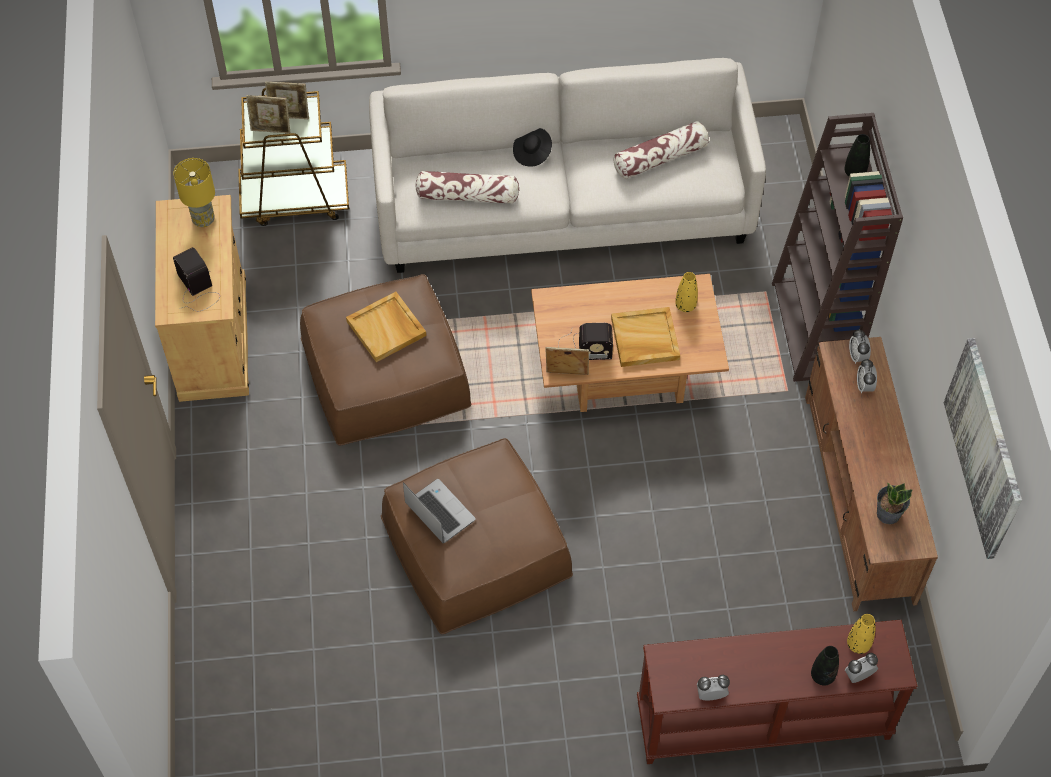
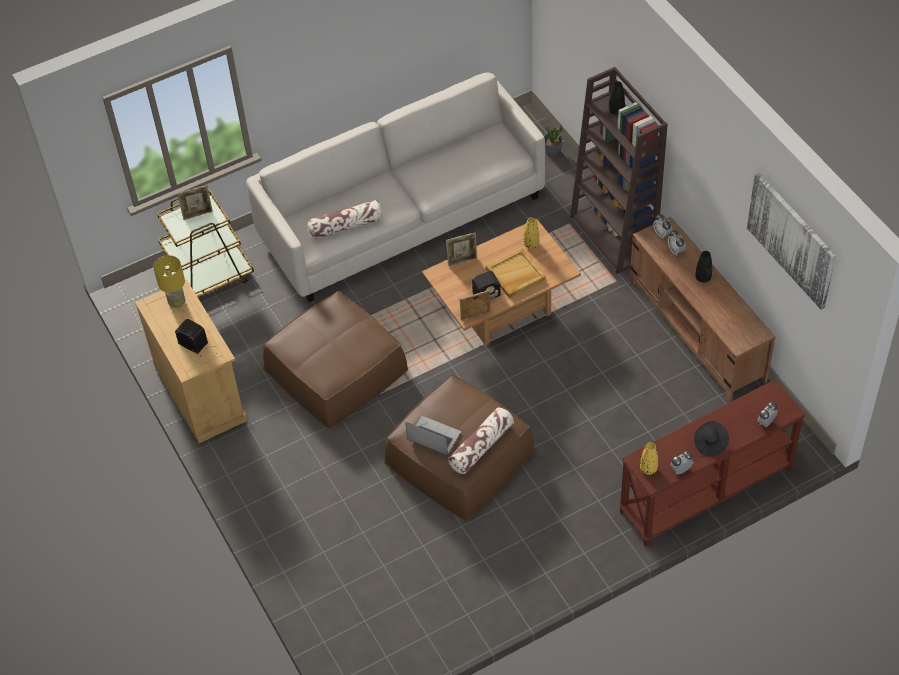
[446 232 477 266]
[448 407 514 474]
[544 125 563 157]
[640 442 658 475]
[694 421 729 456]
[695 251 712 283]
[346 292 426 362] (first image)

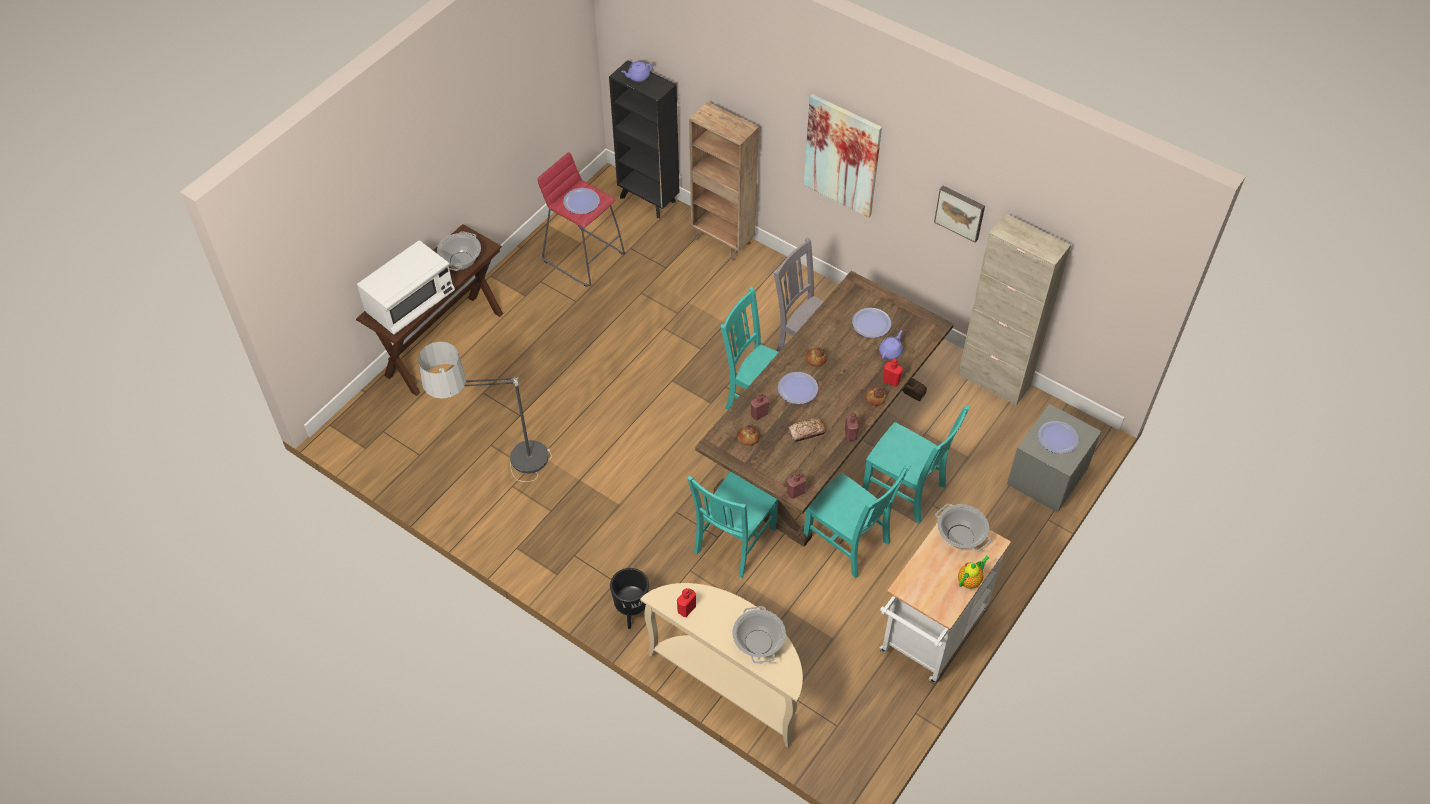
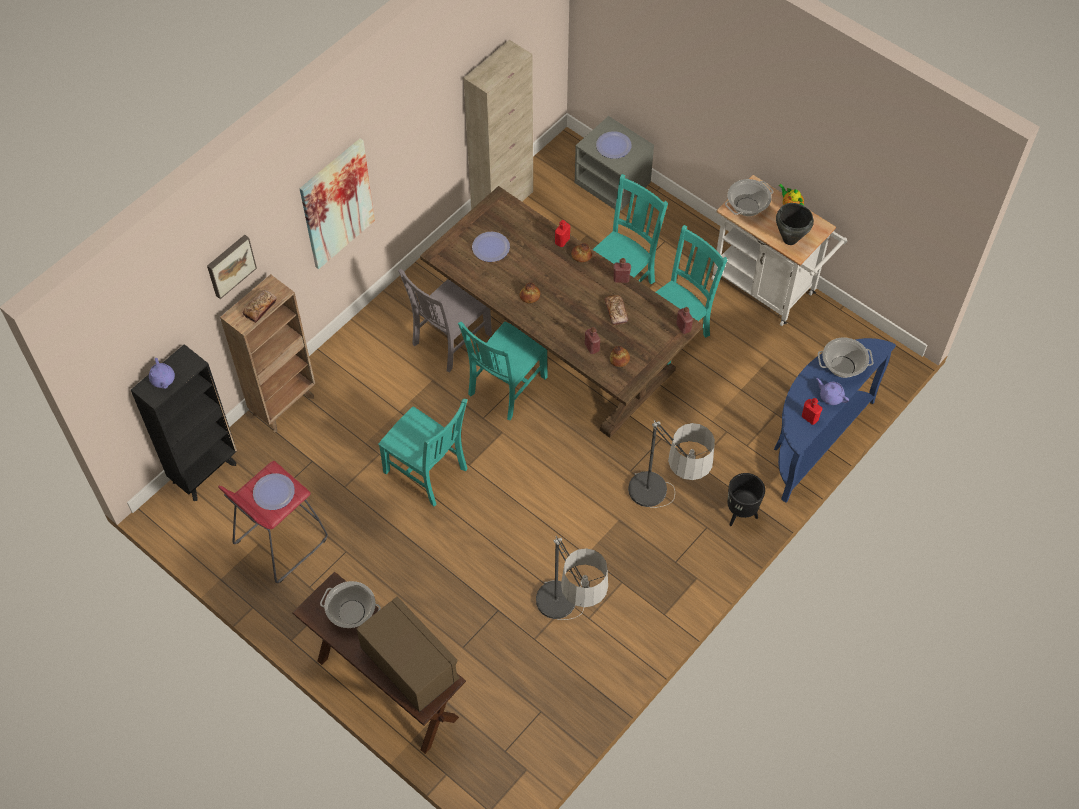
[207 235 257 299]
[243 290 277 323]
[356 596 460 712]
[378 399 468 507]
[628 420 715 508]
[774 338 896 502]
[776 203 814 245]
[816 378 849 405]
[778 372 818 404] (first image)

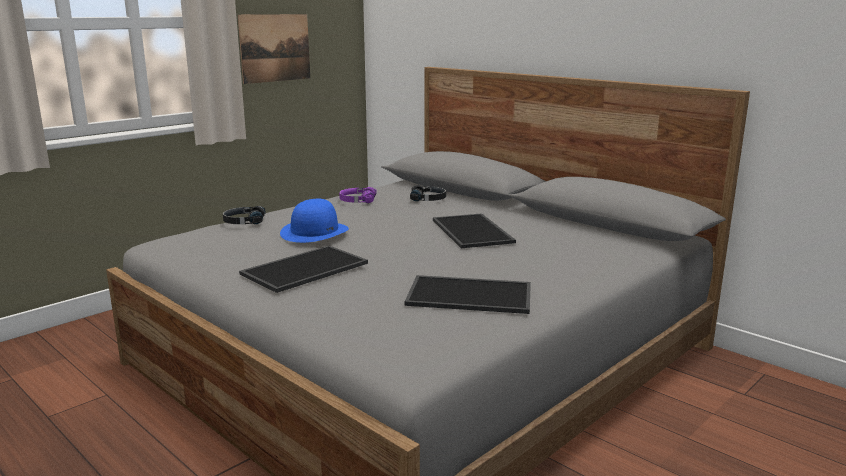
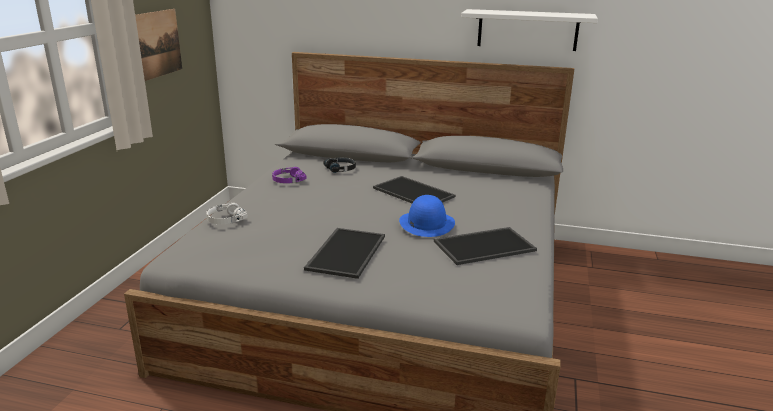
[206 203 248 224]
[399 195 455 237]
[461 9 598 51]

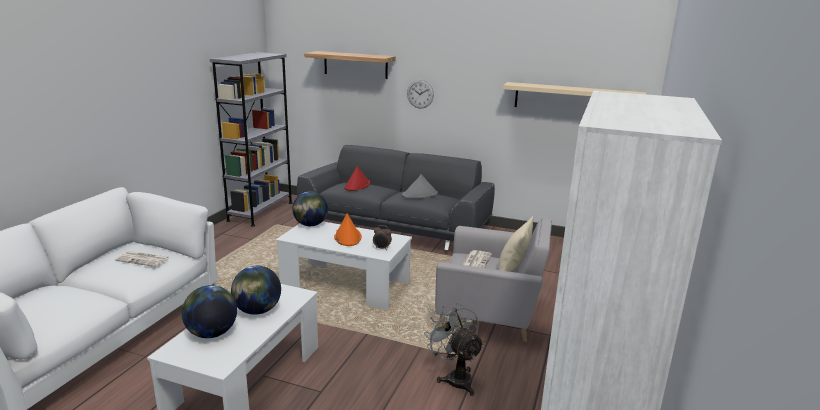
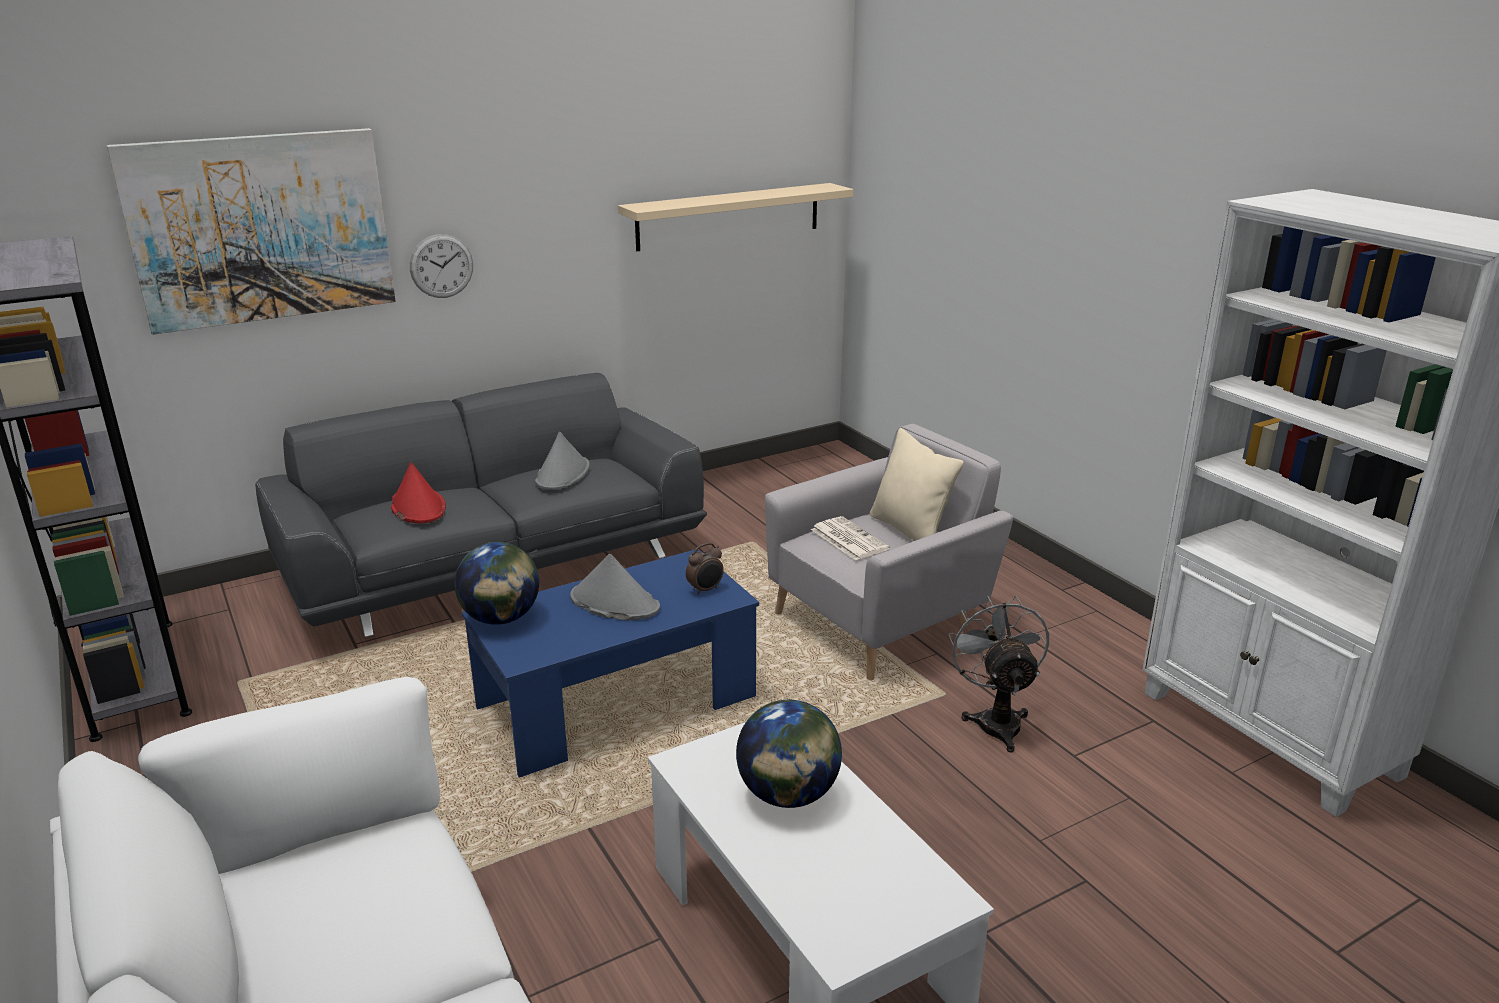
[107 128 396 335]
[462 550 759 778]
[570 553 660 620]
[948 596 1049 753]
[115 251 169 267] (first image)
[182 285 237 338] (first image)

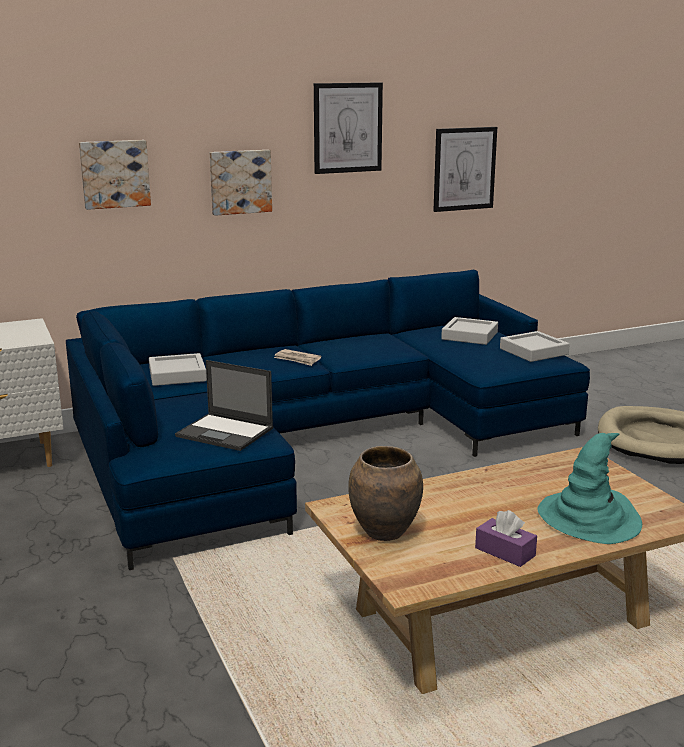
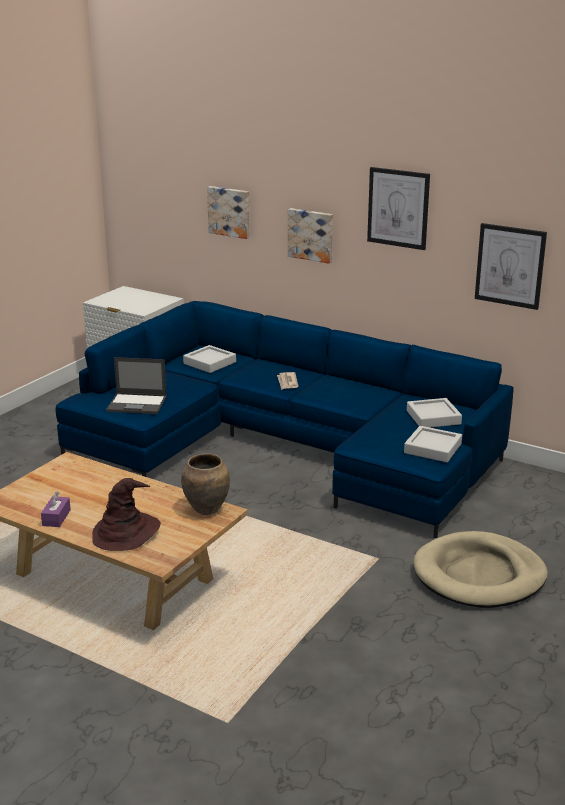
[92 478 161 551]
[106 357 167 414]
[181 453 230 515]

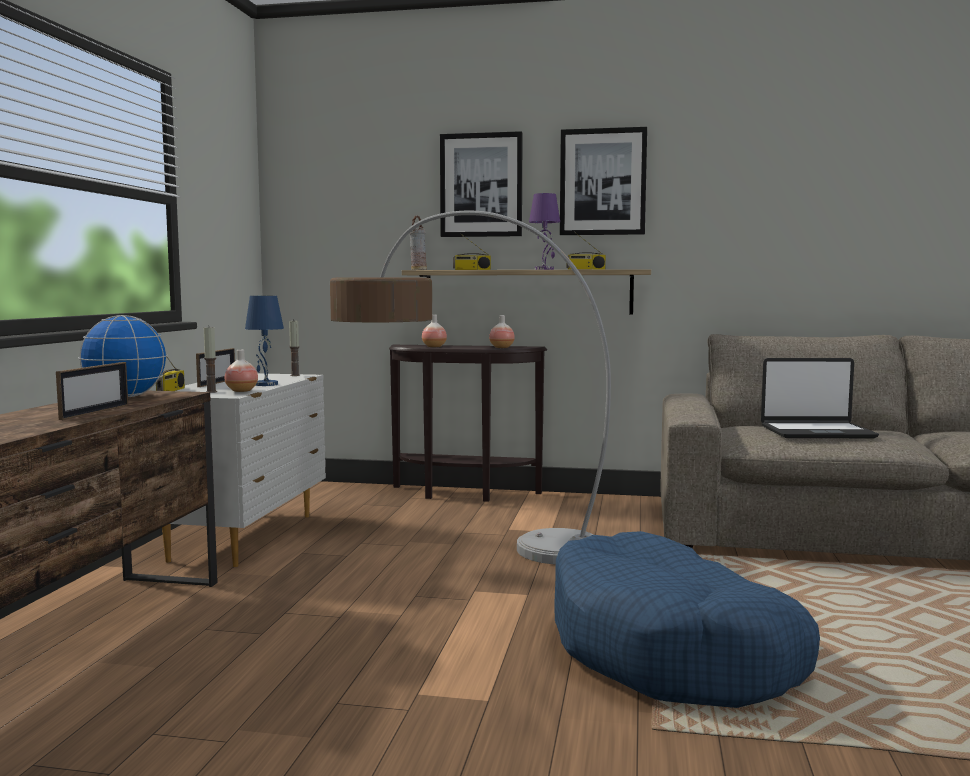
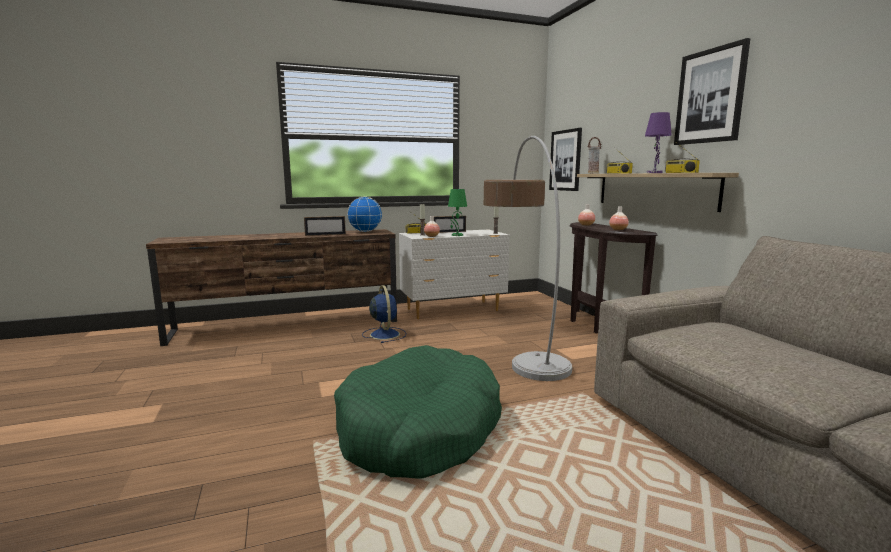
[334 345 502 479]
[362 285 406 343]
[448 189 467 236]
[549 128 582 191]
[761 358 879 438] (first image)

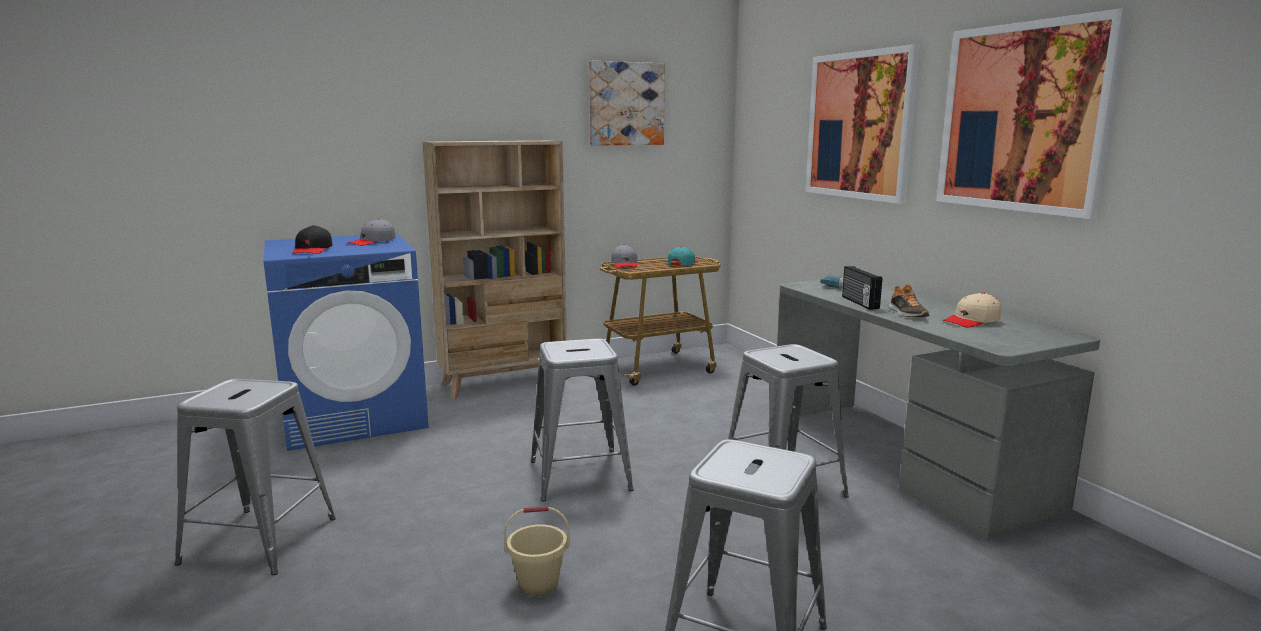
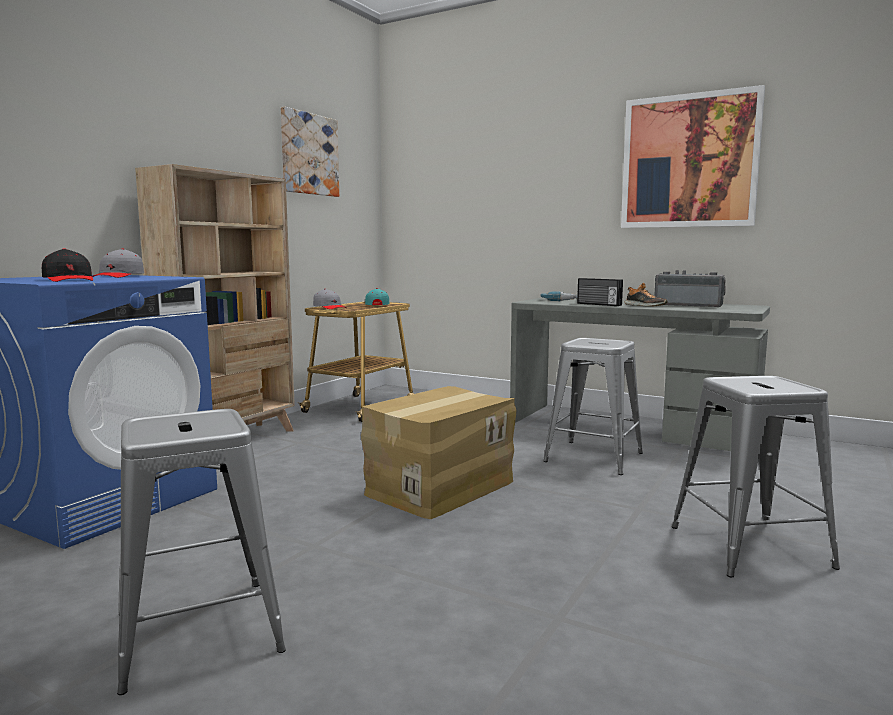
[361 386 516 519]
[654 270 726 307]
[503 506 570 596] (first image)
[805 44 920 204] (first image)

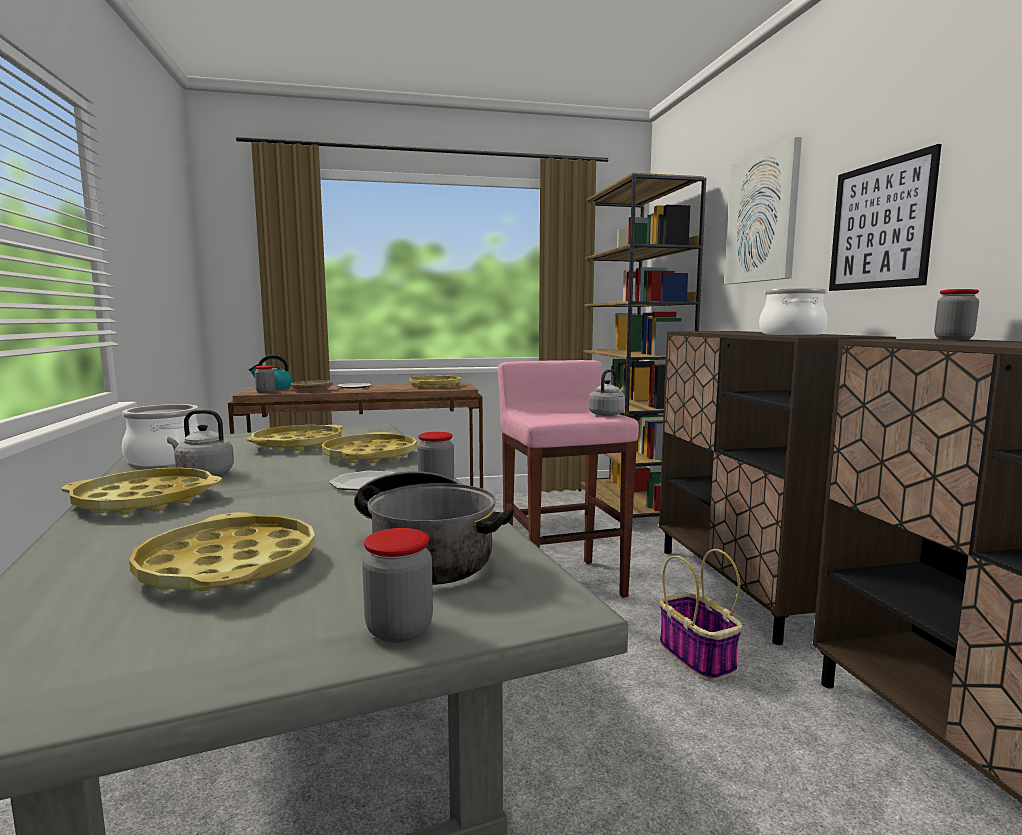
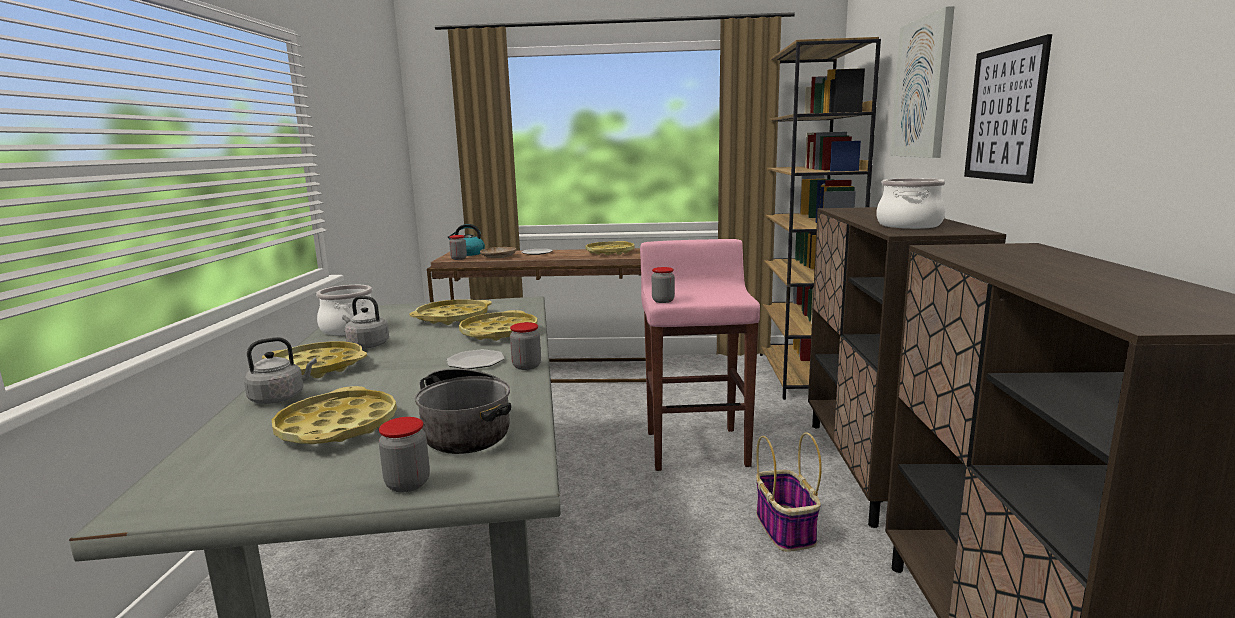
[244 337 317 404]
[652 267 675 303]

